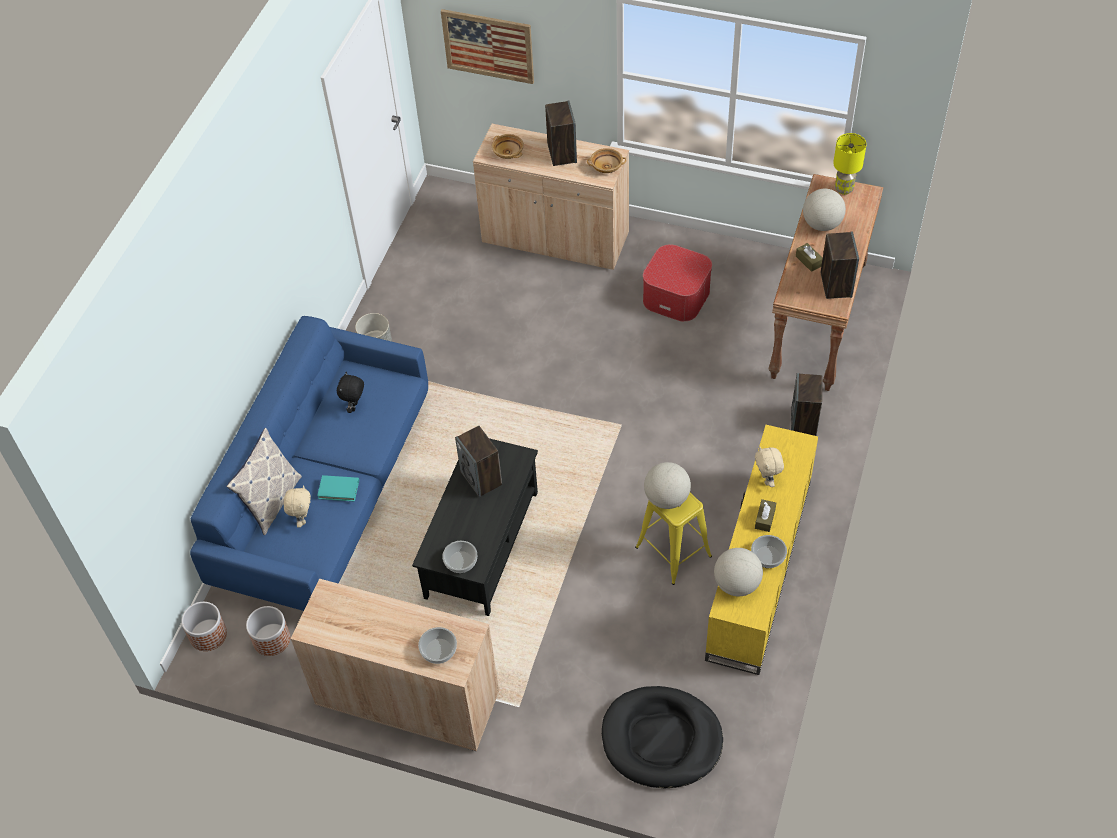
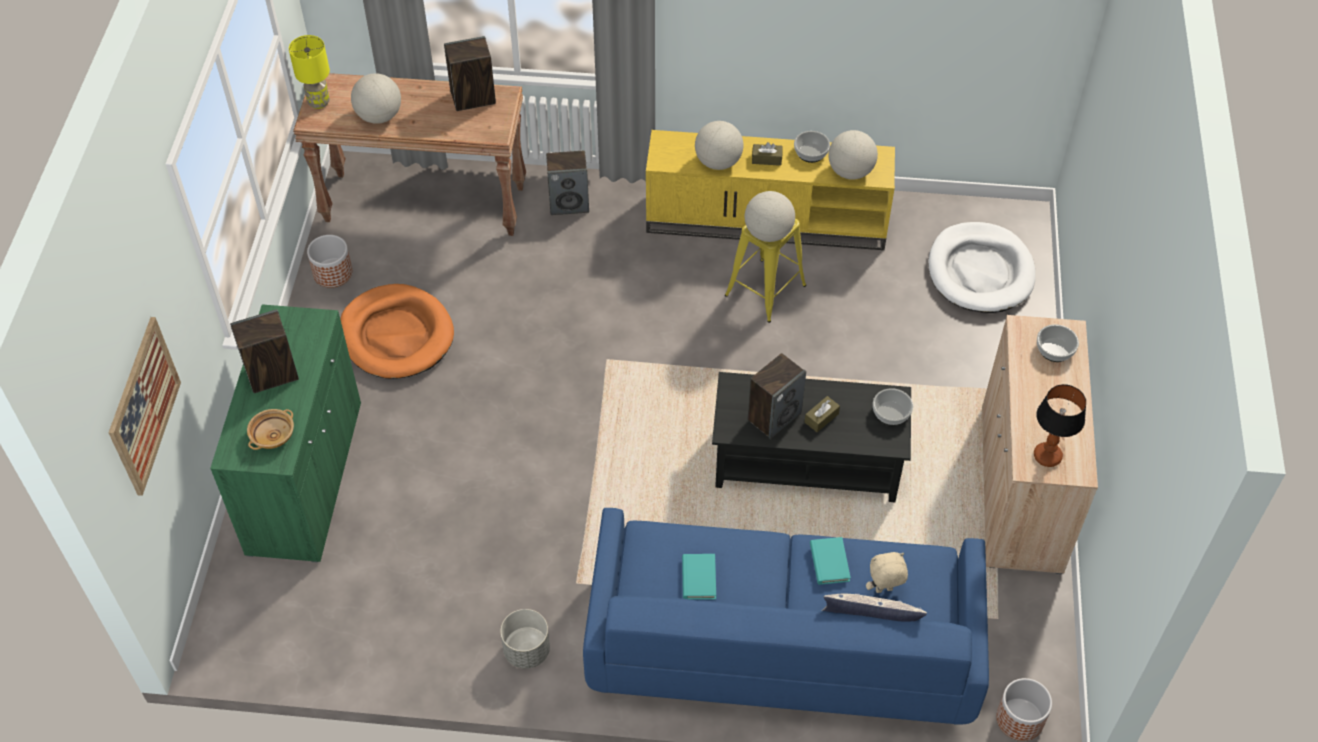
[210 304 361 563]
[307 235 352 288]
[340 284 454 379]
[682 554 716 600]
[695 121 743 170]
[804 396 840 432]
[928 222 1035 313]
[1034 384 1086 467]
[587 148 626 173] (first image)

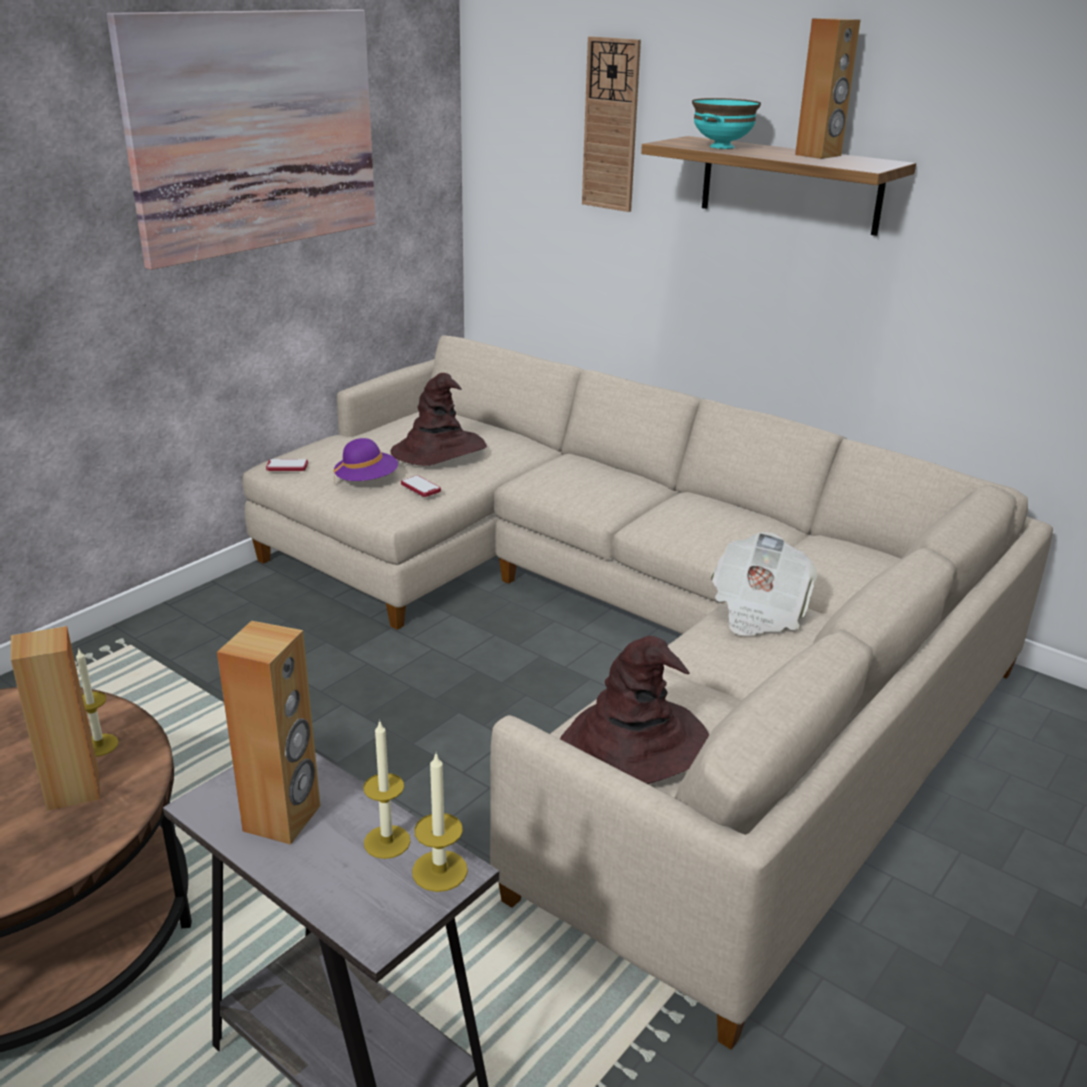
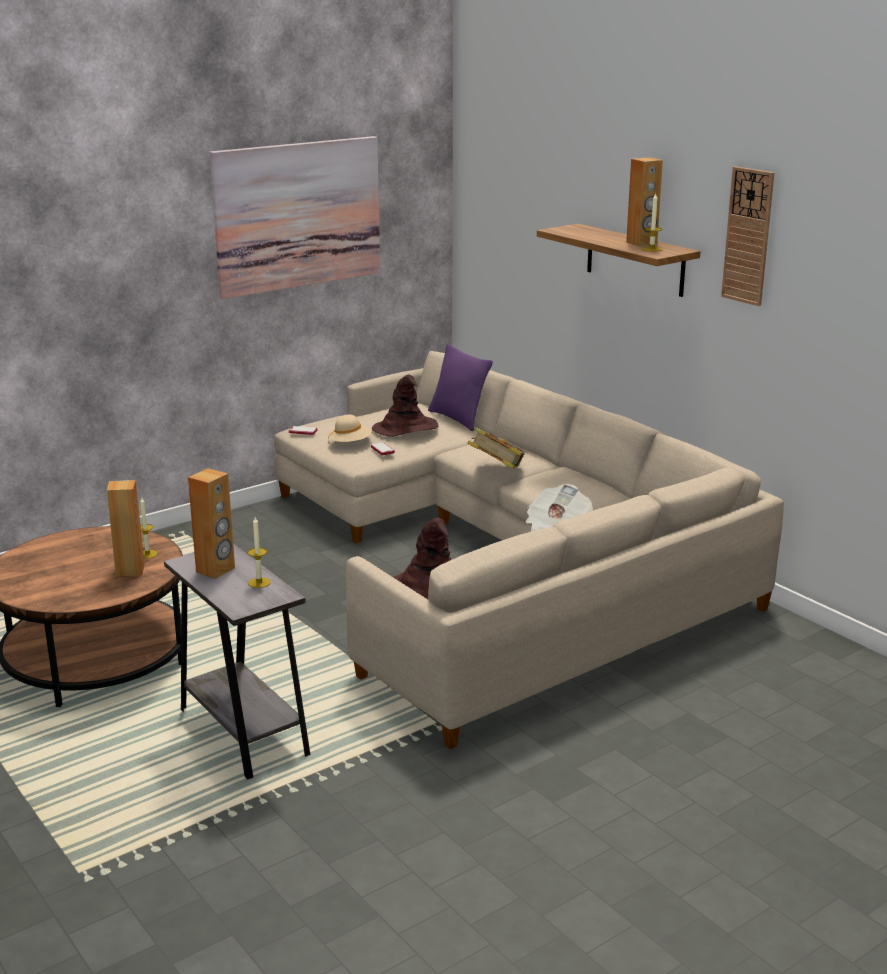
[329 414 372 442]
[428 343 493 431]
[467 428 525 469]
[641 193 662 252]
[721 166 775 306]
[692 98 761 149] (first image)

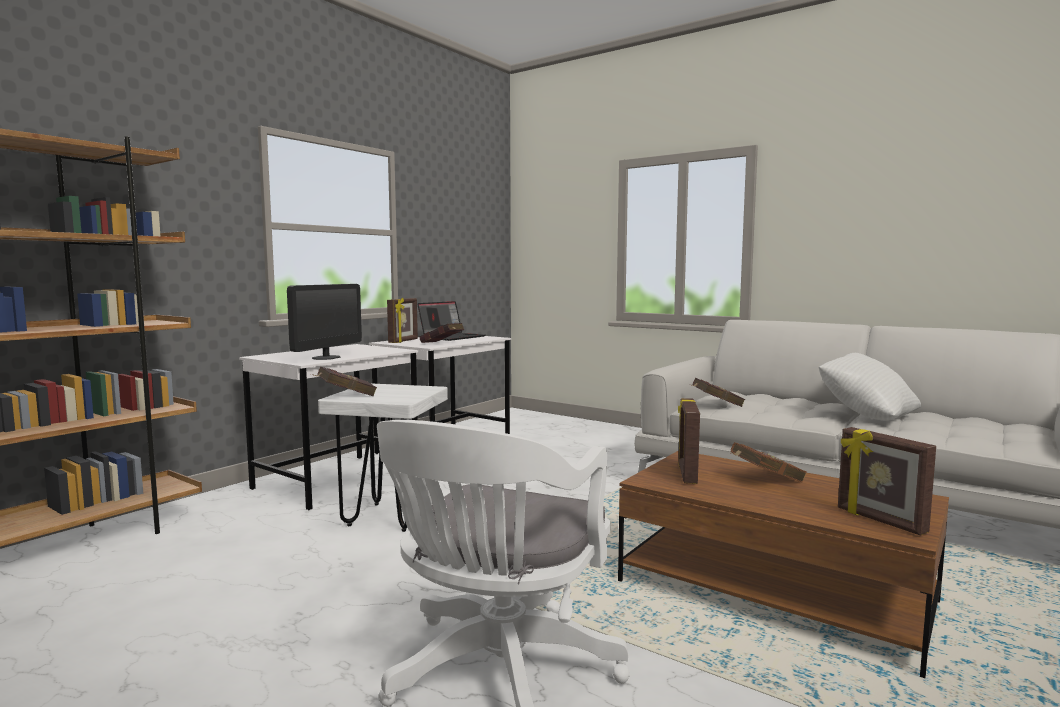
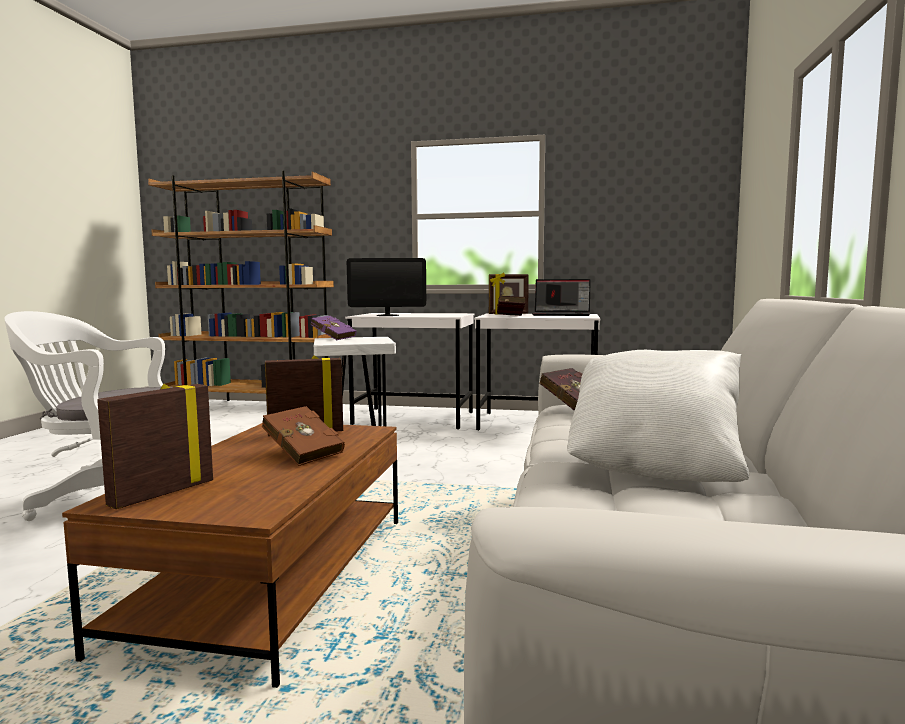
[310 316 356 340]

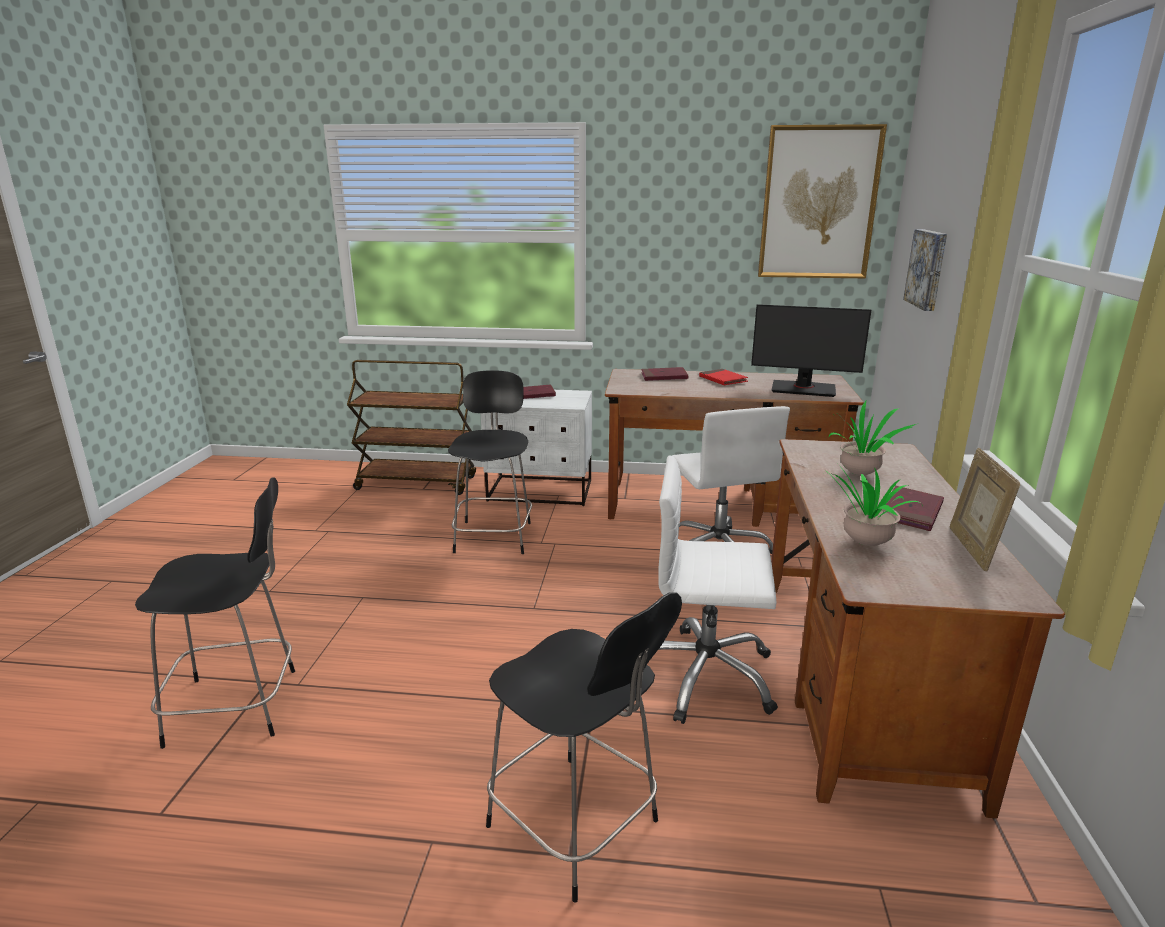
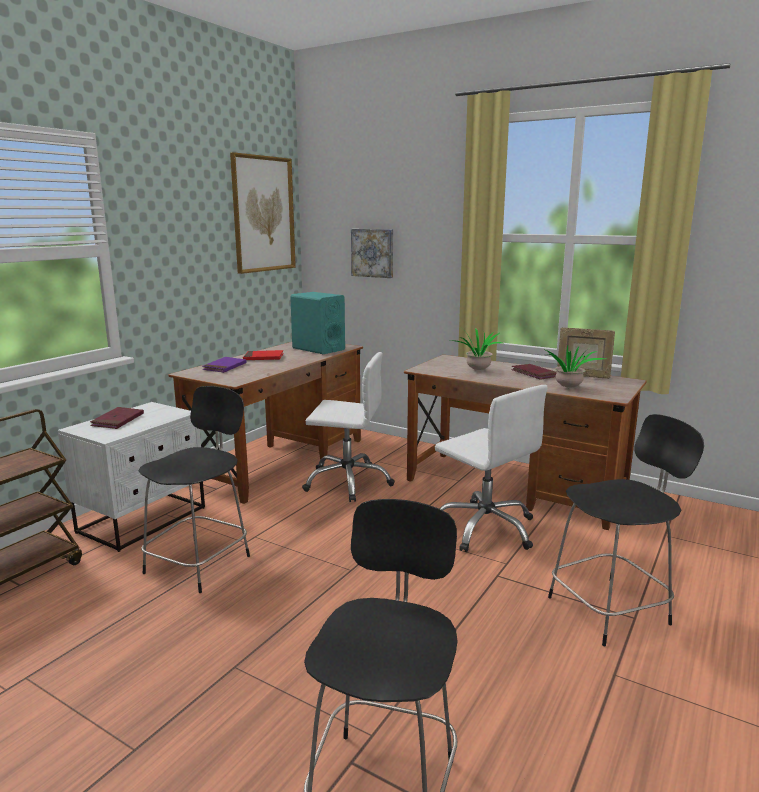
[138 386 250 593]
[202 357 246 373]
[290 292 345 354]
[435 385 548 553]

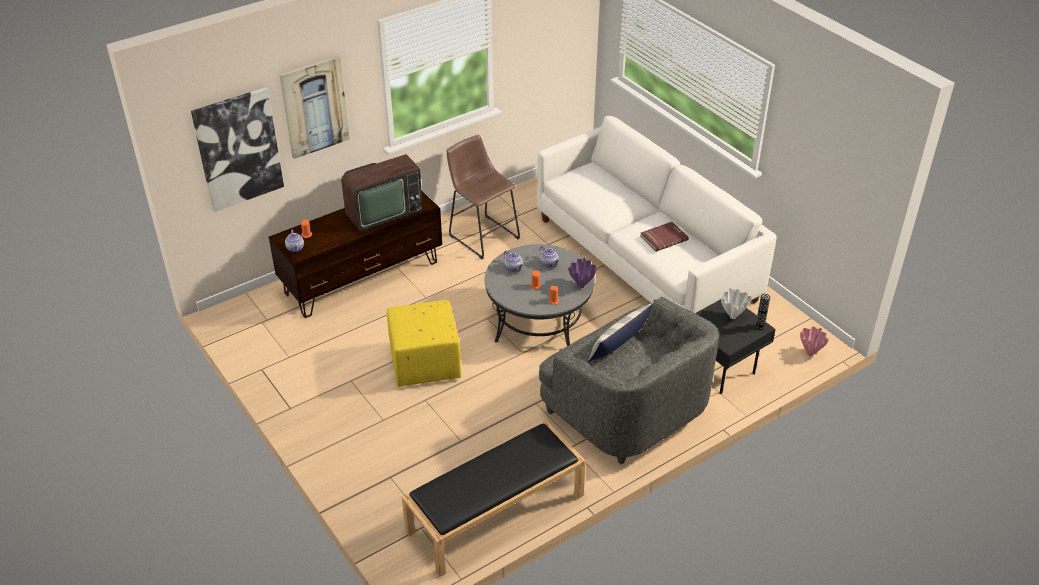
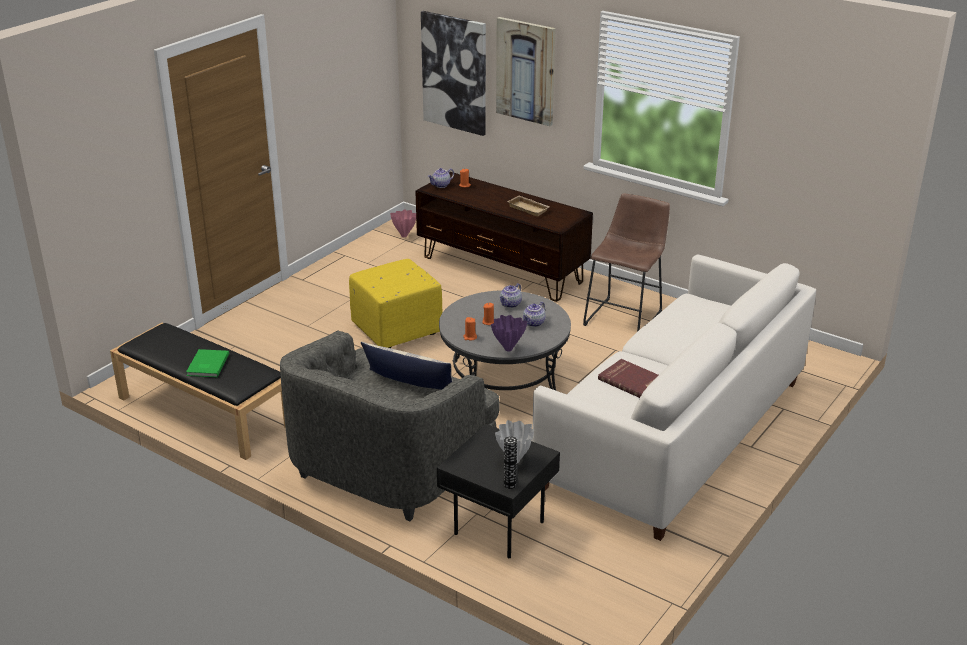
[186 349 229 377]
[390 209 416 237]
[507 195 550 217]

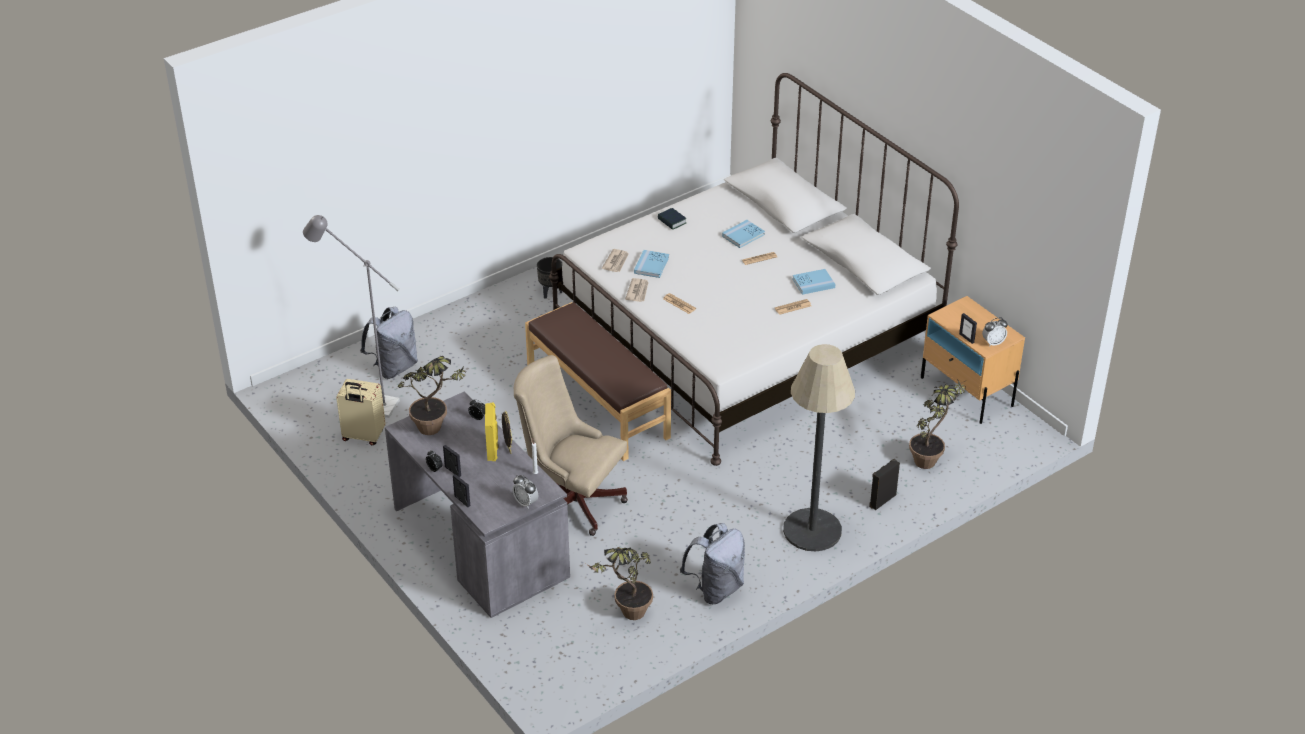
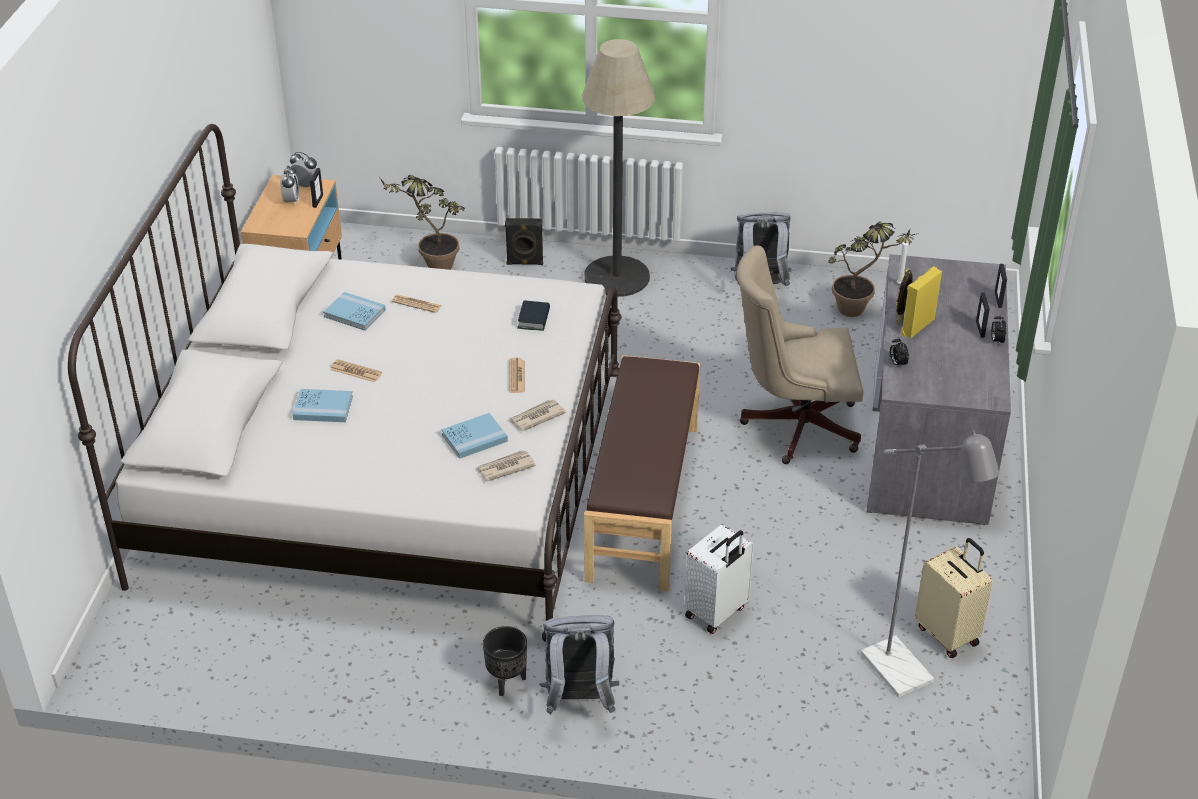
[280 166 299 206]
[517 301 550 331]
[539 615 619 715]
[685 524 754 634]
[737 245 863 464]
[398 356 465 435] (first image)

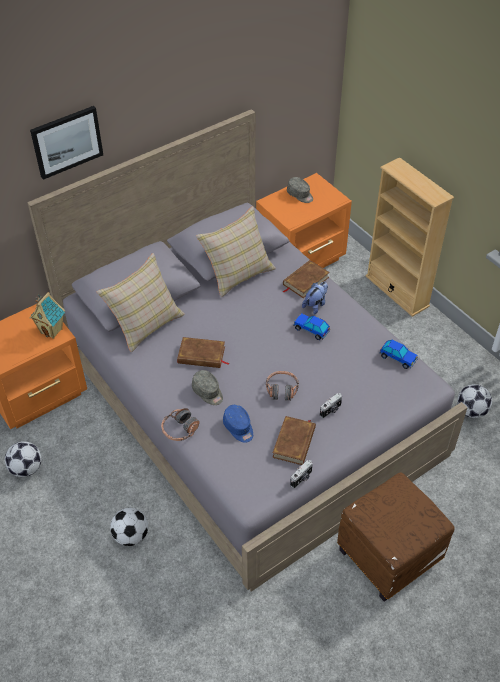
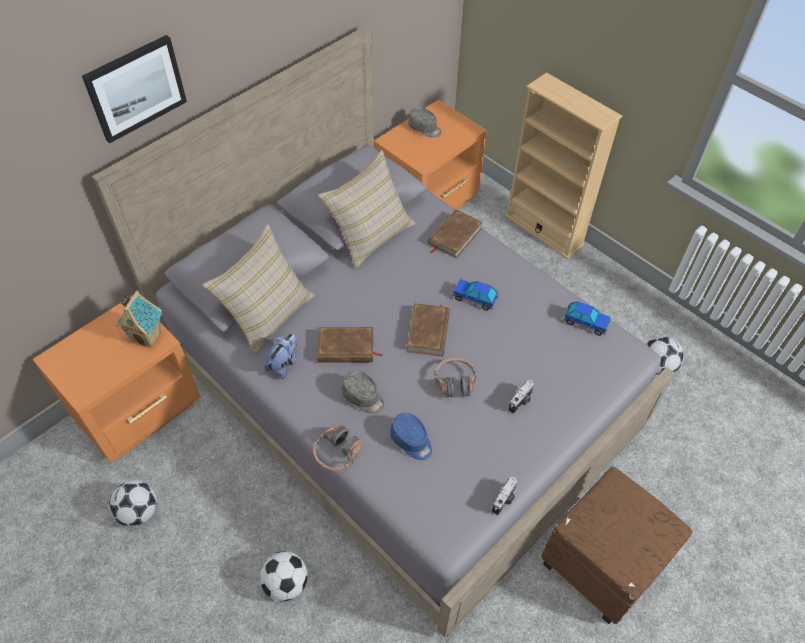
[265 333 297 380]
[407 303 450 356]

